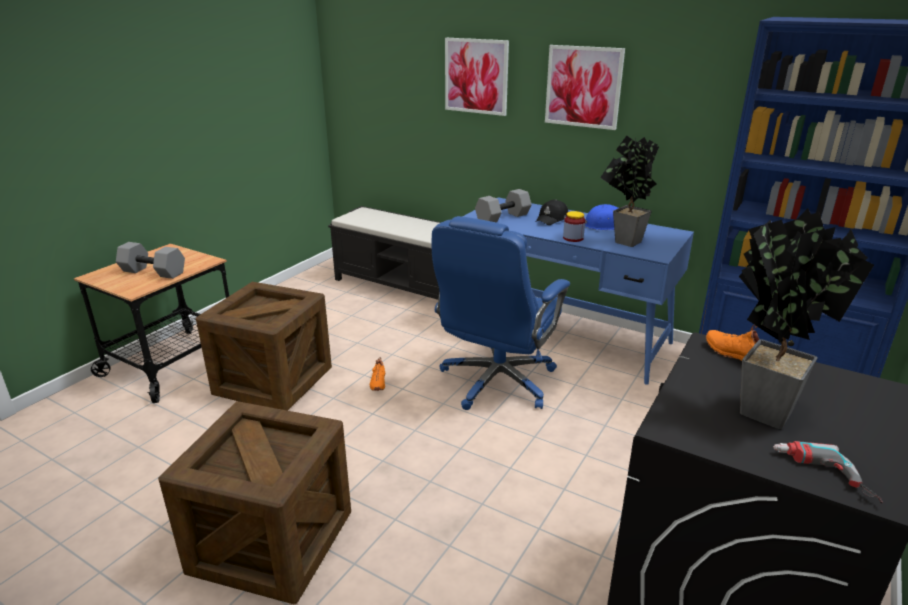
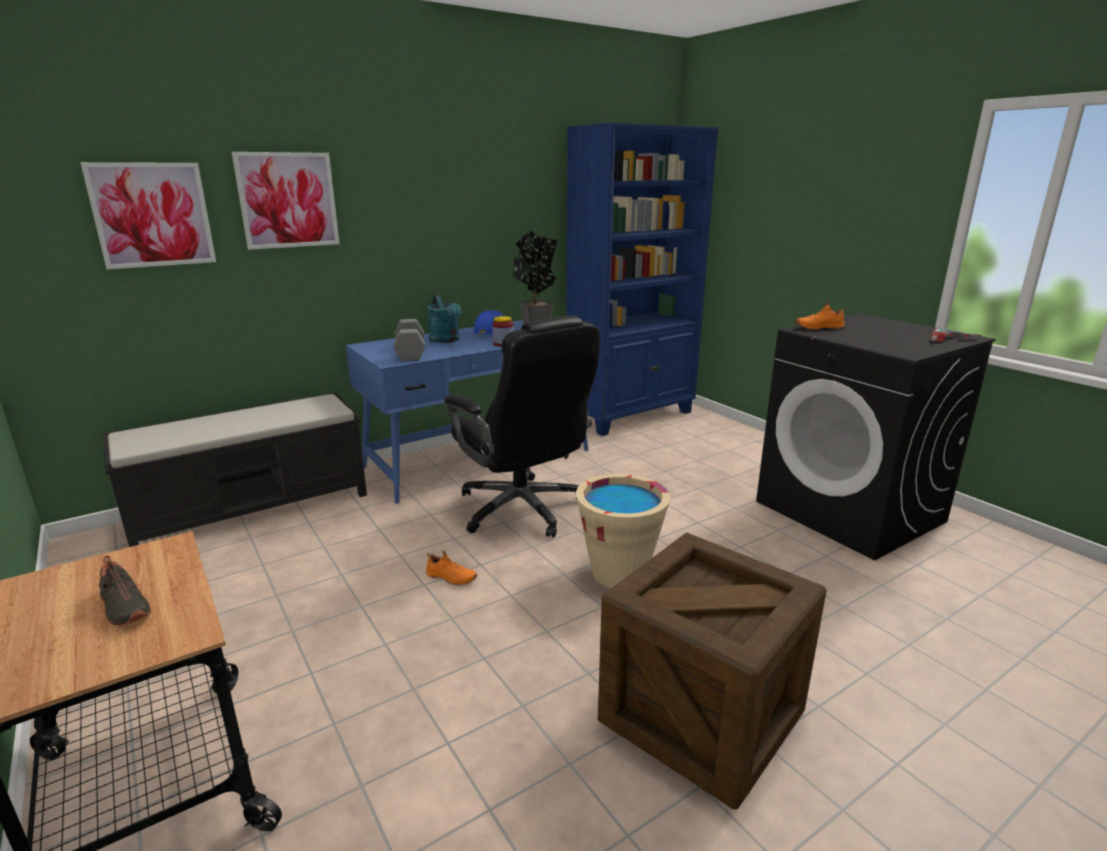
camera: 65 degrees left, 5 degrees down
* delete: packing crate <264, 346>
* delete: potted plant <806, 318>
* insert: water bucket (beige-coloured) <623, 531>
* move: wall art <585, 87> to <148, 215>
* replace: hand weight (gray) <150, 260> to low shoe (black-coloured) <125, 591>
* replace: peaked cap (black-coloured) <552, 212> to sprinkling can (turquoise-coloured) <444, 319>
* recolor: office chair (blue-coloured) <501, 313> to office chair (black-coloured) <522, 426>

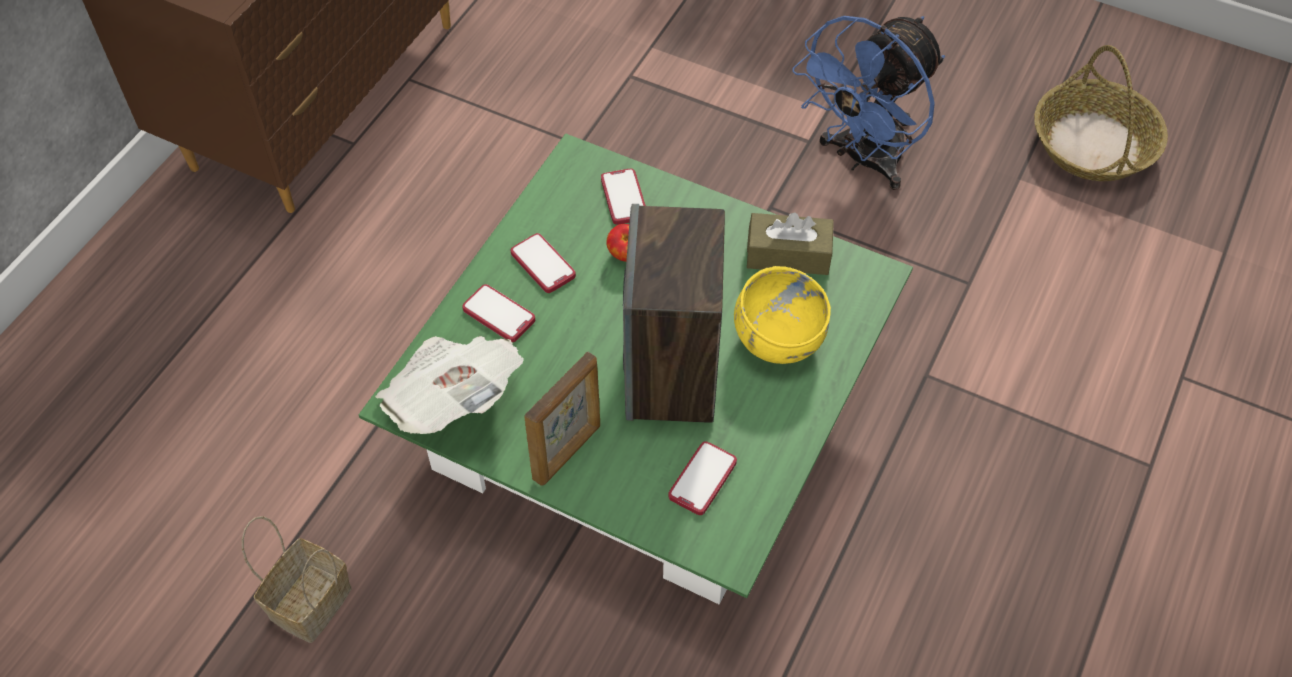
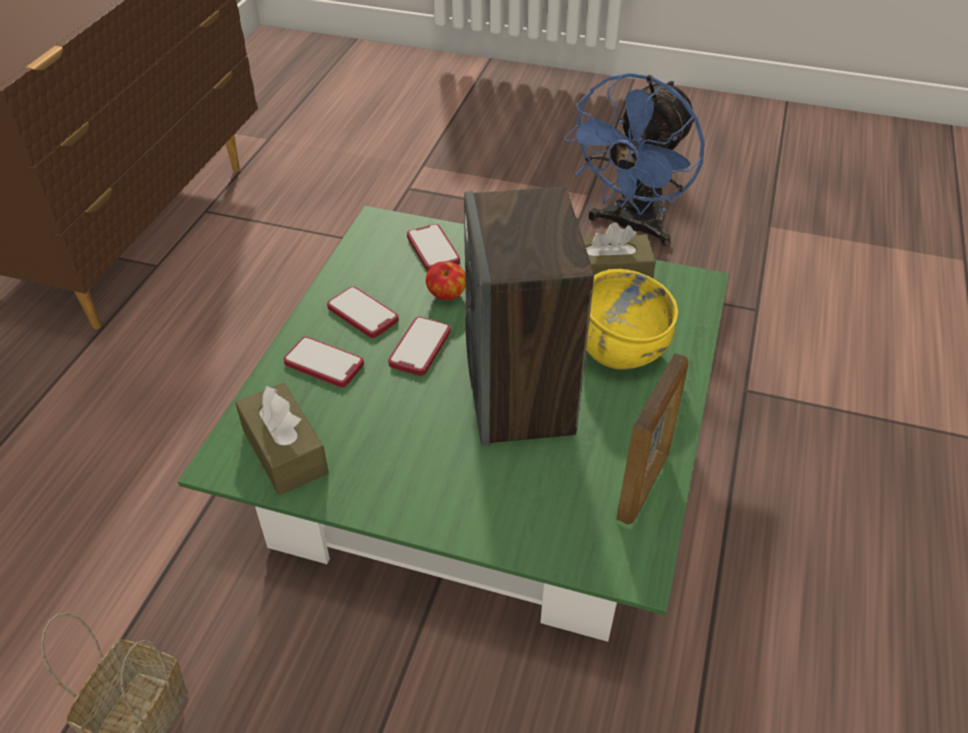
camera: 10 degrees left, 10 degrees down
* delete: basket <1101, 113>
* move: standing frame <562, 419> to <652, 438>
* move: telephone <702, 478> to <419, 346>
* replace: printed paper <449, 385> to tissue holder (brownish) <282, 439>

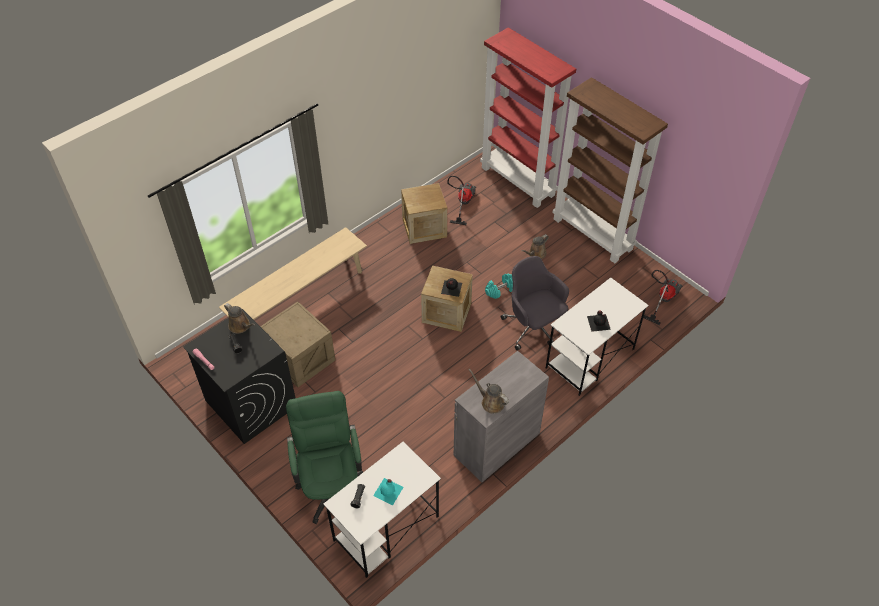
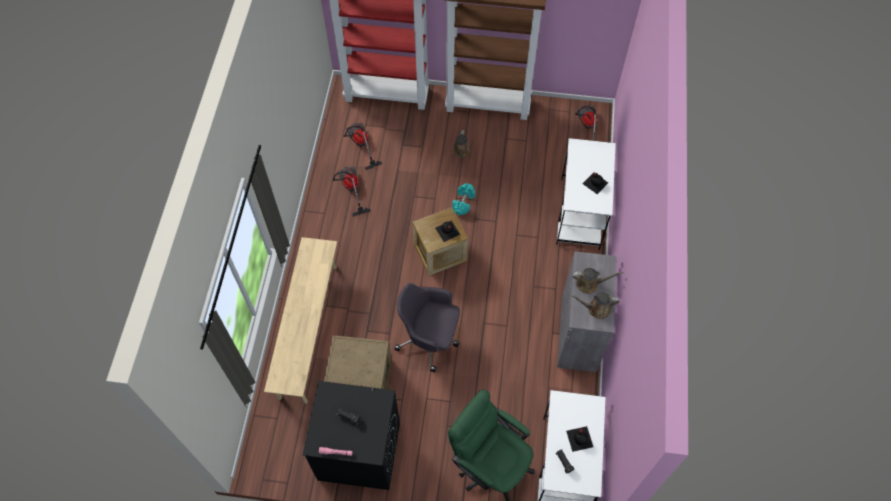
camera: 40 degrees left, 10 degrees up
* move: sprinkling can (brownish) <239, 318> to <598, 281>
* move: office chair (gray) <535, 303> to <427, 327>
* replace: packing crate <424, 213> to vacuum <351, 191>
* recolor: drink bottle (turquoise-coloured) <388, 491> to drink bottle (black-coloured) <579, 439>

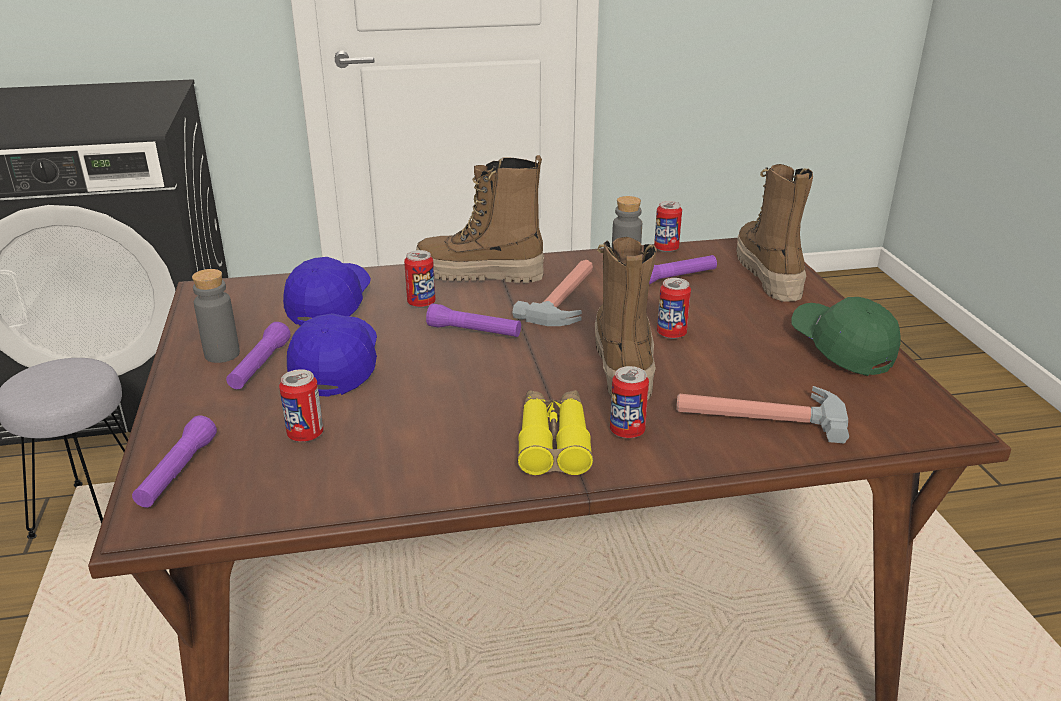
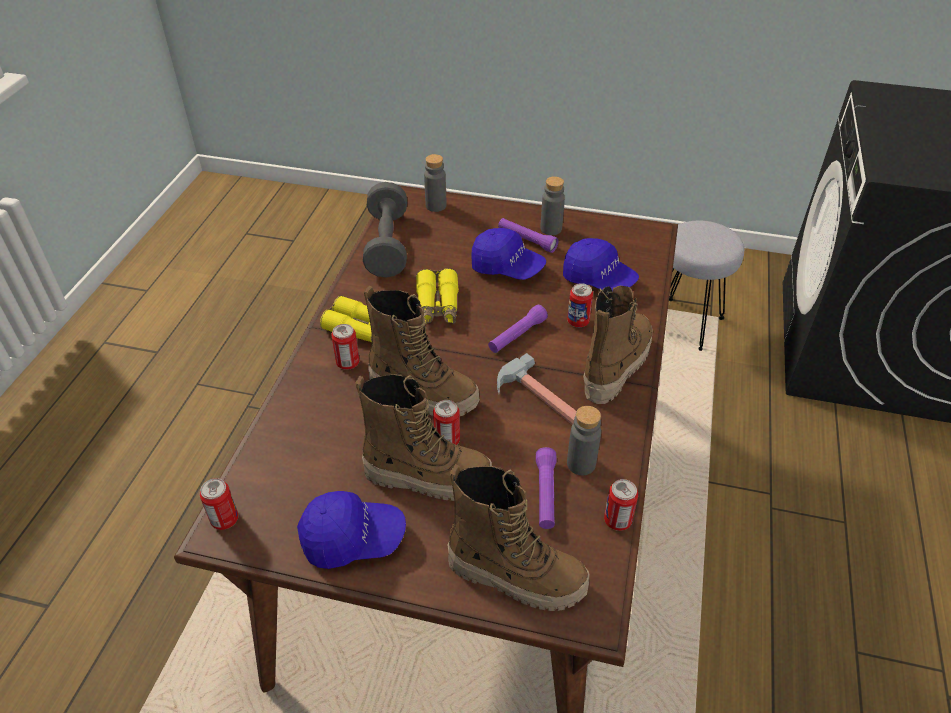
camera: 115 degrees right, 15 degrees up
* delete: hammer <762, 415>
* insert: tall boot <424, 437>
* insert: hand weight (gray) <385, 230>
* insert: pair of binoculars (yellow-coloured) <437, 296>
* move: metal can <301, 405> to <219, 504>
* replace: torch (purple) <174, 461> to drink bottle (gray) <435, 183>
* recolor: peaked cap (greenish) <846, 336> to peaked cap (blue-coloured) <351, 530>

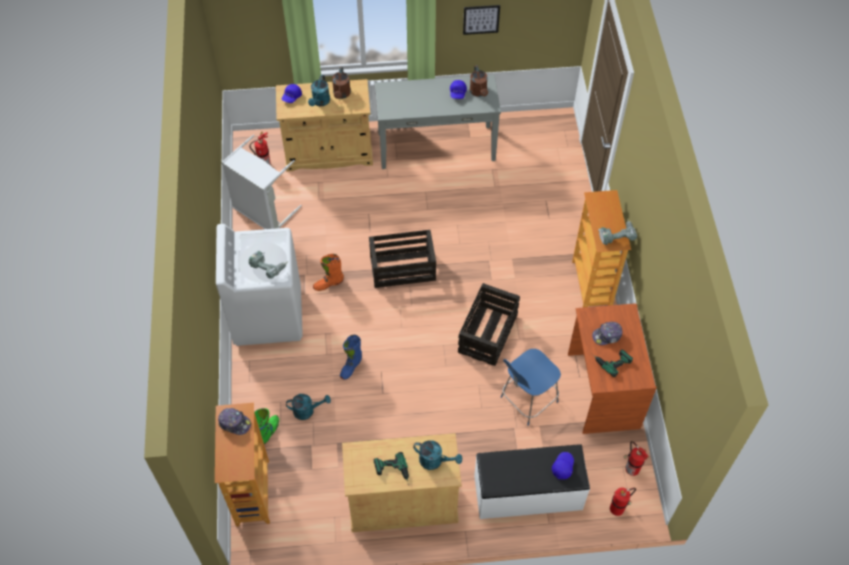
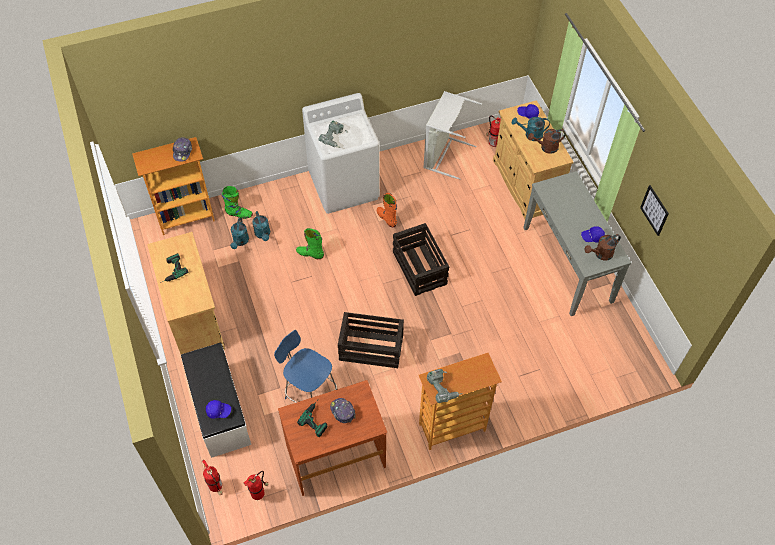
camera: 75 degrees right, 0 degrees up
* move: sprinkling can (turquoise-coloured) <437, 455> to <239, 233>
* recolor: tall boot (blue-coloured) <351, 357> to tall boot (greenish) <310, 243>

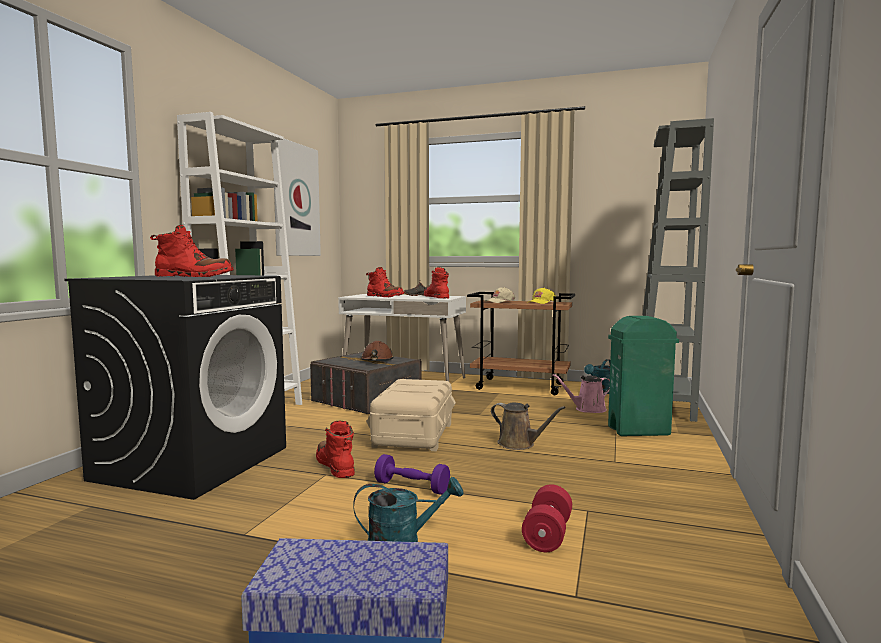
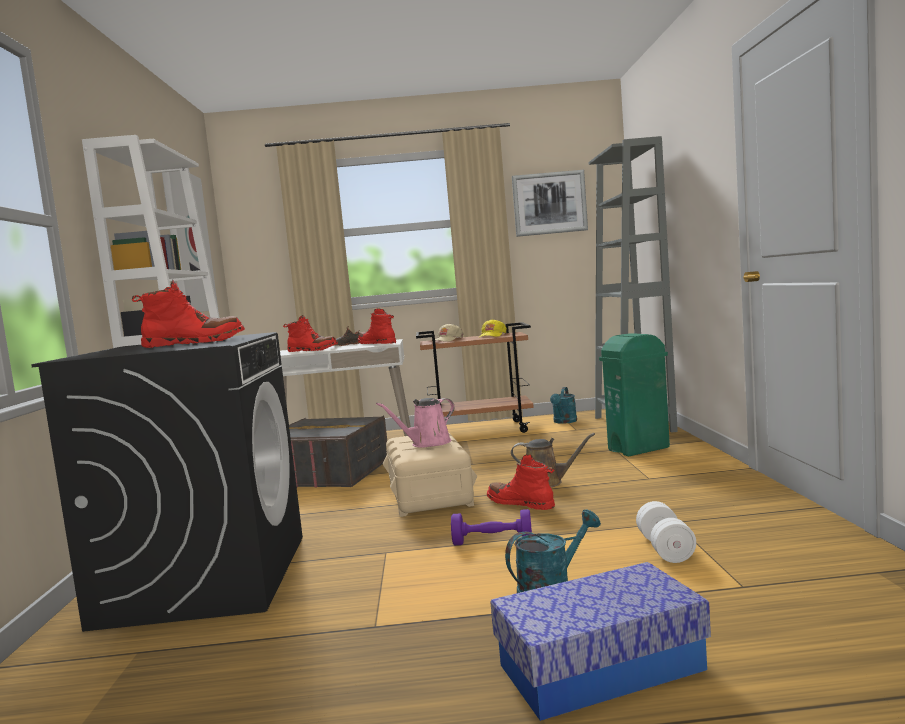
camera: 20 degrees left, 0 degrees up
* delete: safety helmet (brownish) <377, 350>
* insert: wall art <550, 203>
* move: tall boot (red-coloured) <335, 449> to <521, 482>
* move: sprinkling can (pink-coloured) <581, 393> to <415, 423>
* recolor: hand weight (red-coloured) <547, 518> to hand weight (whitish) <666, 532>

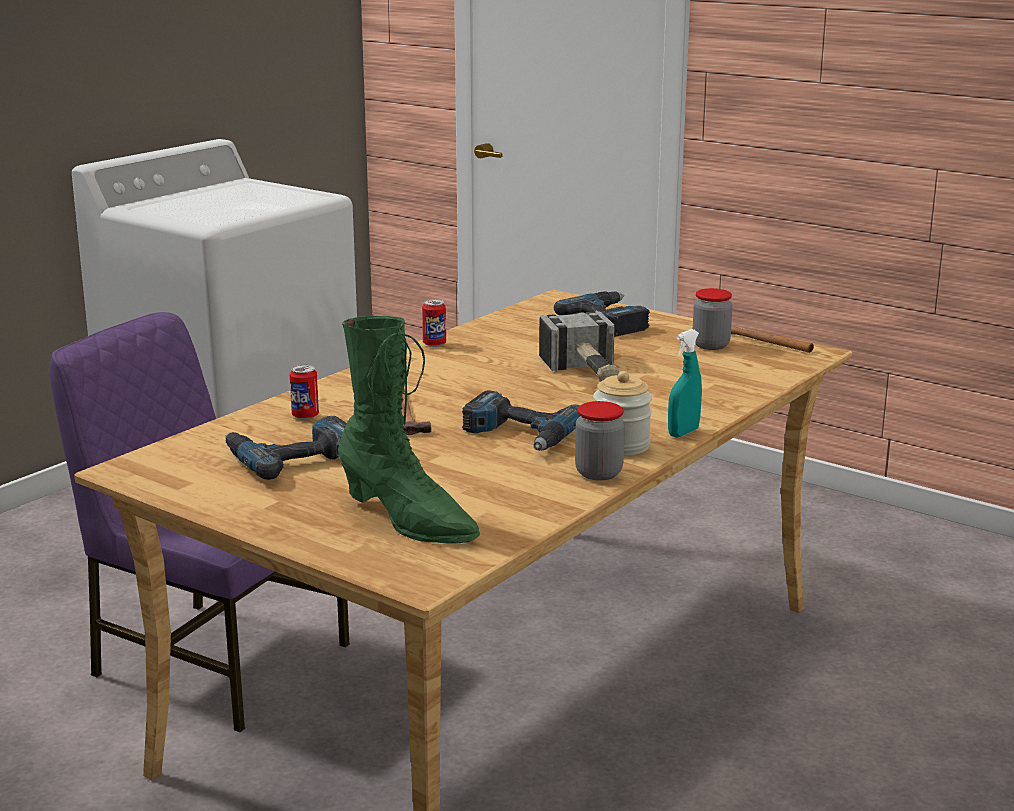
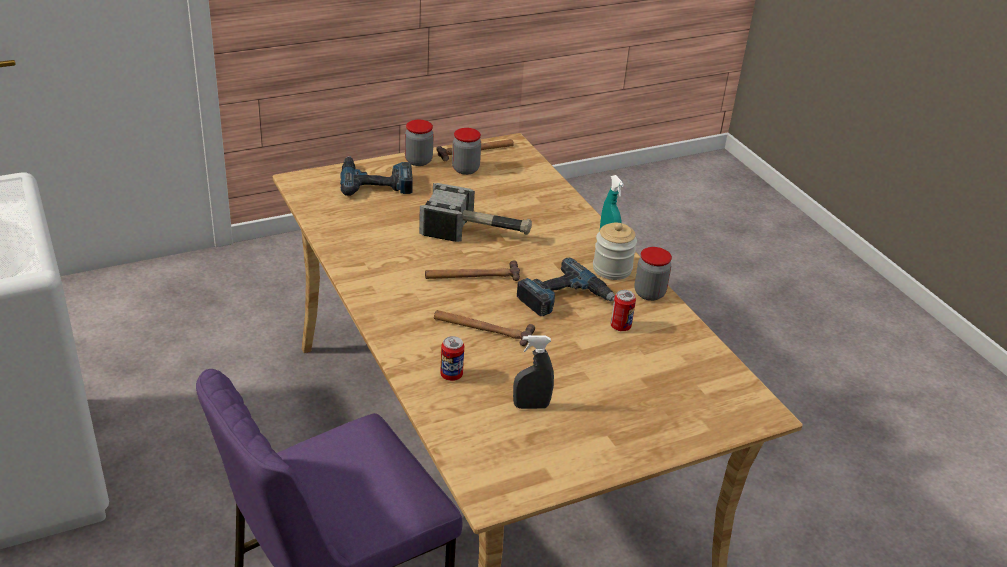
camera: 65 degrees left, 15 degrees up
* delete: tall boot (greenish) <409, 430>
* insert: preserve jar <419, 143>
* insert: hammer <472, 270>
* move: metal can <434, 323> to <623, 310>
* replace: drill <286, 448> to sprayer (gray) <533, 372>

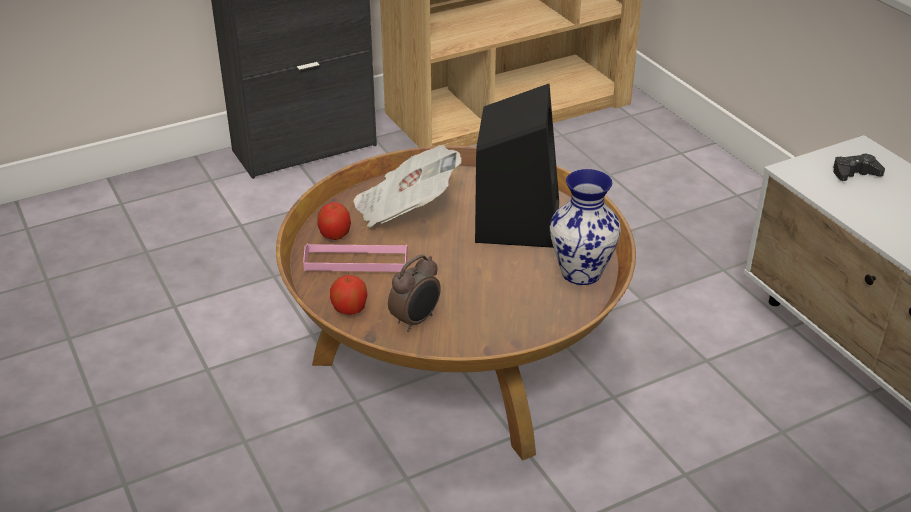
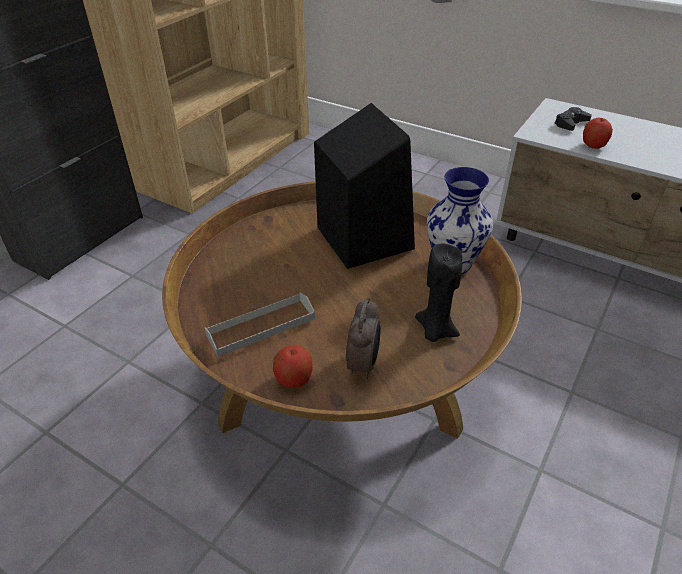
camera: 30 degrees left, 5 degrees up
* delete: printed paper <407, 186>
* insert: wax light (black-coloured) <438, 292>
* move: whole apple <334, 221> to <598, 133>
* recolor: carrying tray (pink-coloured) <355, 257> to carrying tray (gray) <260, 325>

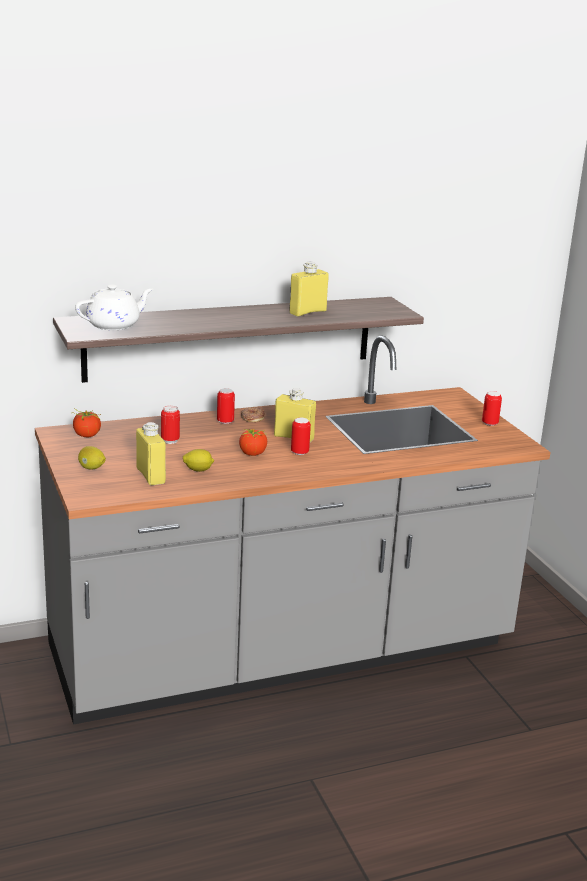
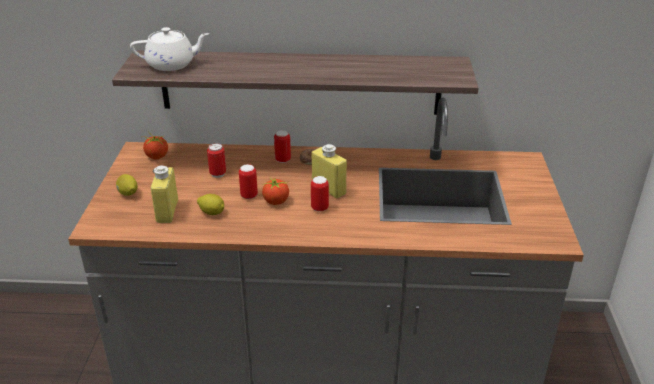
camera: 25 degrees right, 10 degrees up
* delete: drink bottle (yellow-coloured) <309, 289>
* move: metal can <492, 408> to <248, 181>

